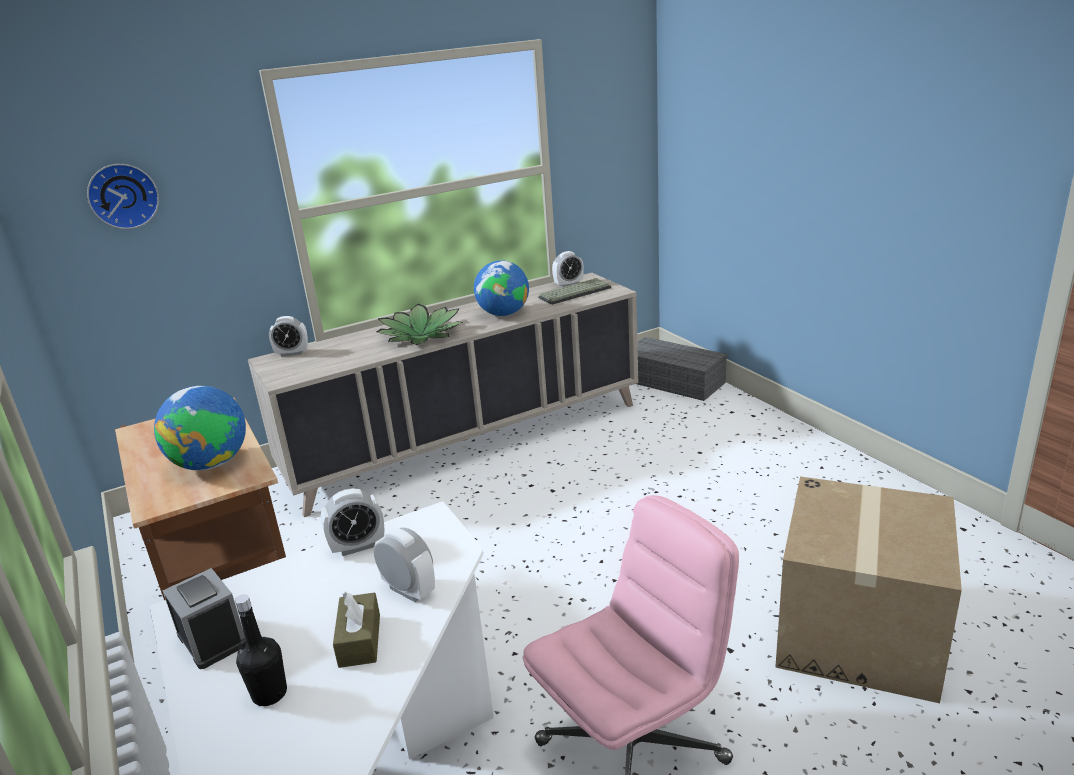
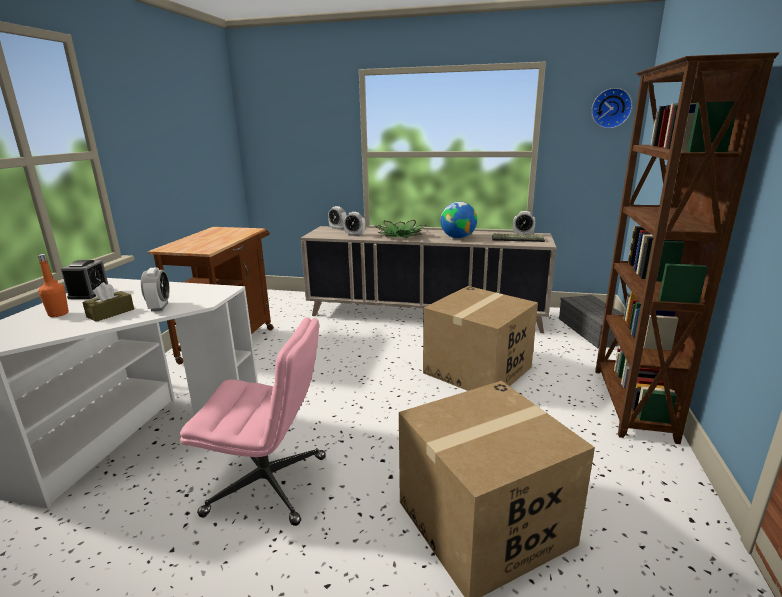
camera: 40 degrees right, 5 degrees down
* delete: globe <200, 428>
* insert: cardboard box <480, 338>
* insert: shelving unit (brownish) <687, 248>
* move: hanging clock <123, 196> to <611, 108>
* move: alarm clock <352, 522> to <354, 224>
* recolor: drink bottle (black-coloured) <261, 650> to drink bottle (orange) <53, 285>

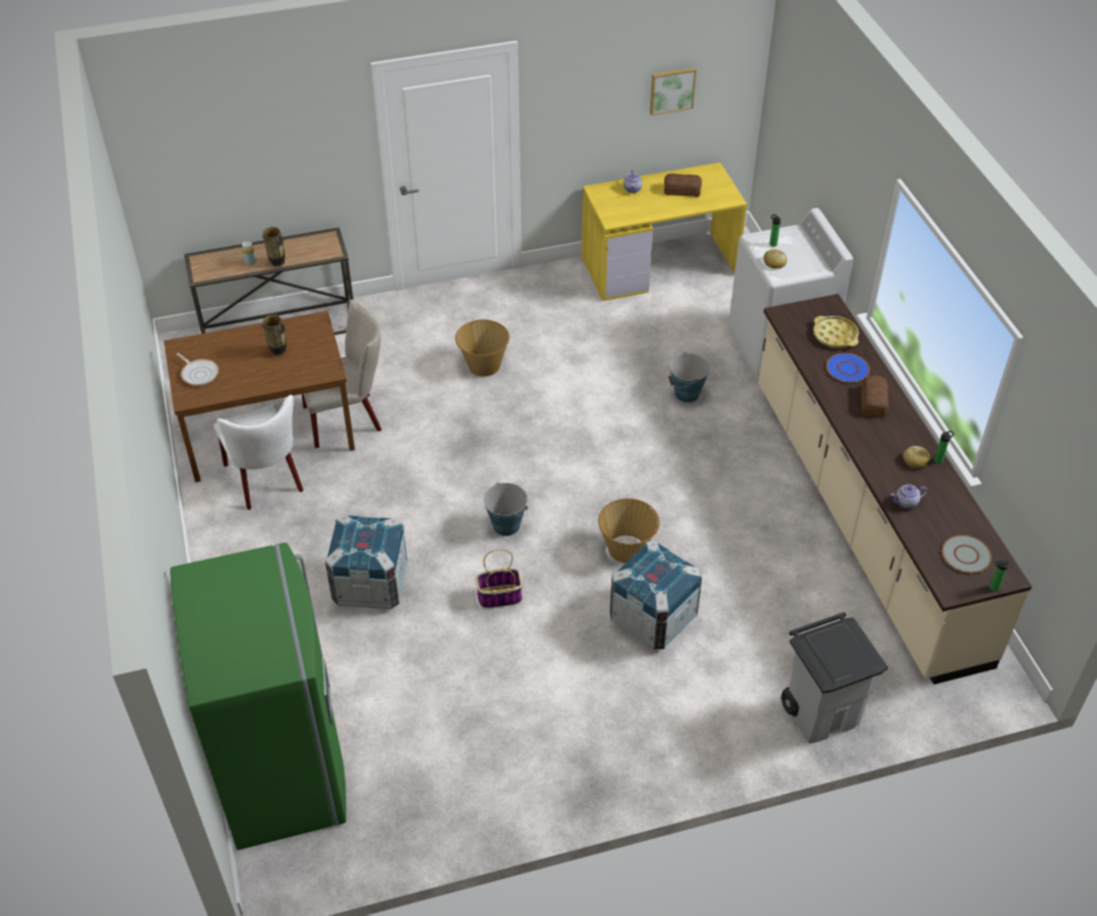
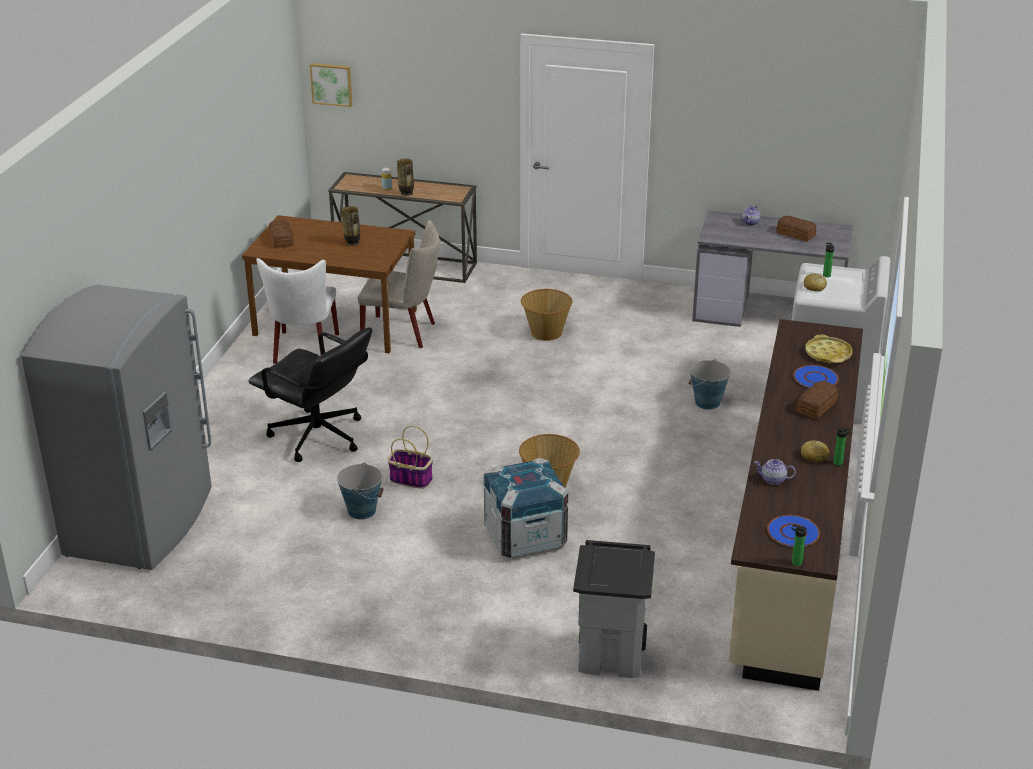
camera: 30 degrees right, 15 degrees down
* move: water bucket <506, 509> to <360, 491>
* move: wall art <673, 91> to <331, 85>
* replace: pan <197, 369> to bakery bread <281, 233>
* replace: packing crate <366, 561> to office chair (black-coloured) <310, 395>
* recolor: kitchen fridge (greenish) <258, 696> to kitchen fridge (gray) <117, 427>
* recolor: desk (yellow-coloured) <664, 231> to desk (gray) <772, 269>
* recolor: flat dish (gray) <967, 554> to flat dish (blue-coloured) <793, 531>

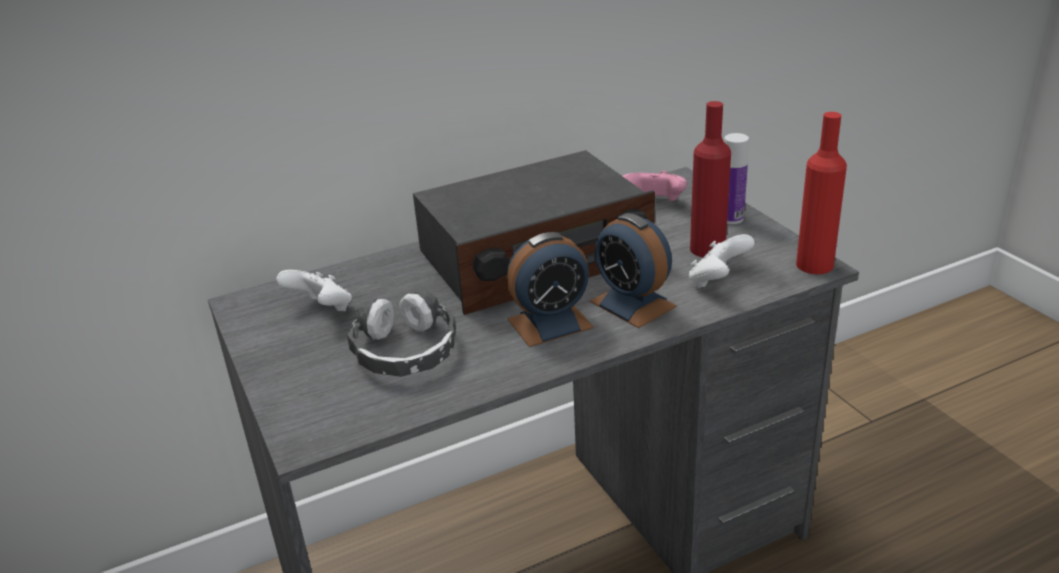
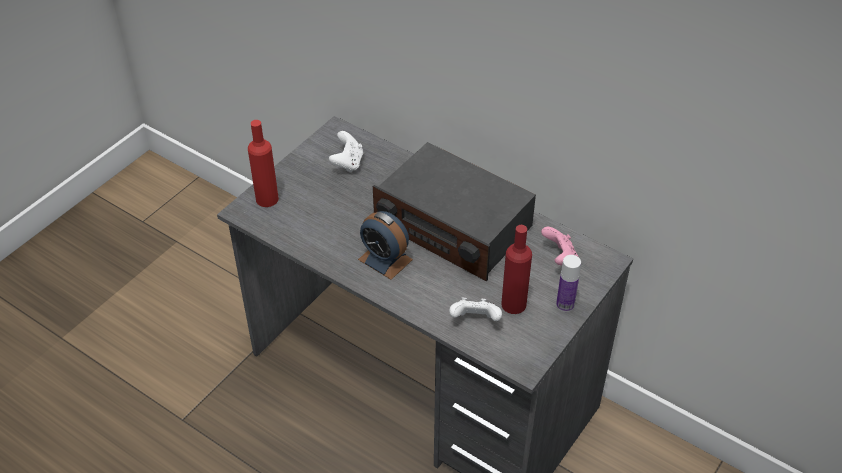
camera: 60 degrees right, 15 degrees up
* delete: headset <401, 333>
* delete: alarm clock <633, 270>
* move: drink bottle (red-coloured) <821, 193> to <263, 163>

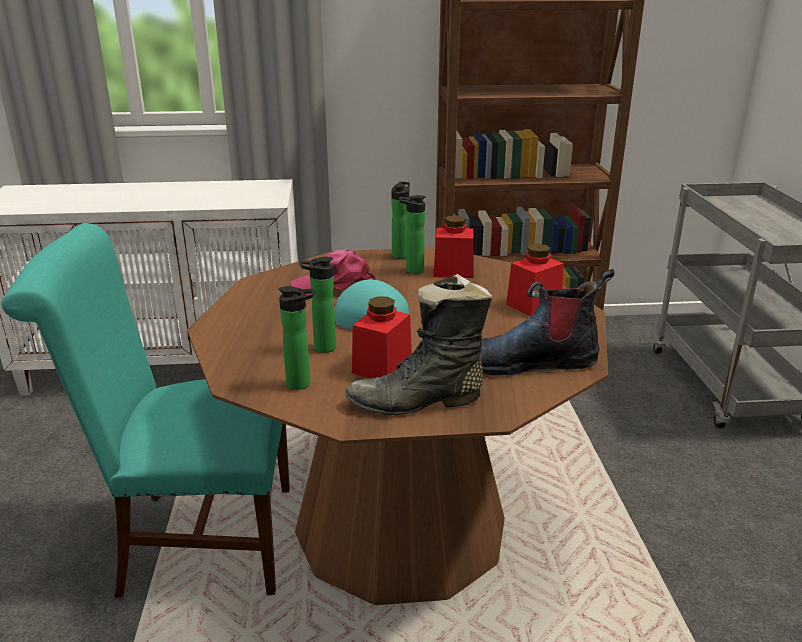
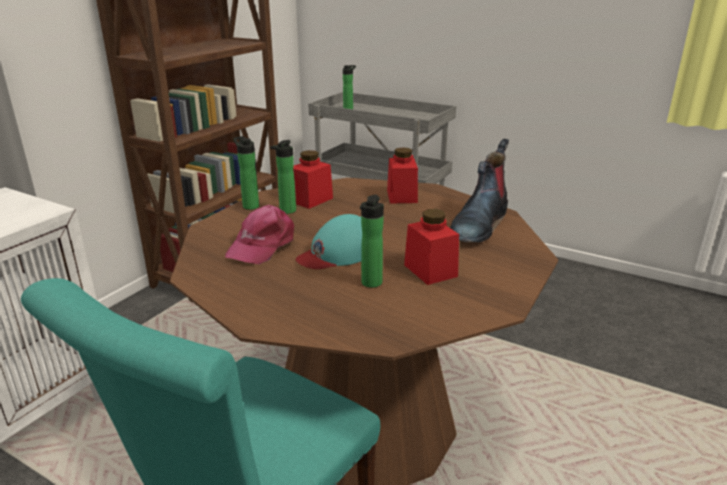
camera: 55 degrees left, 0 degrees up
* delete: tall boot (black-coloured) <418, 344>
* move: drink bottle <297, 338> to <349, 87>

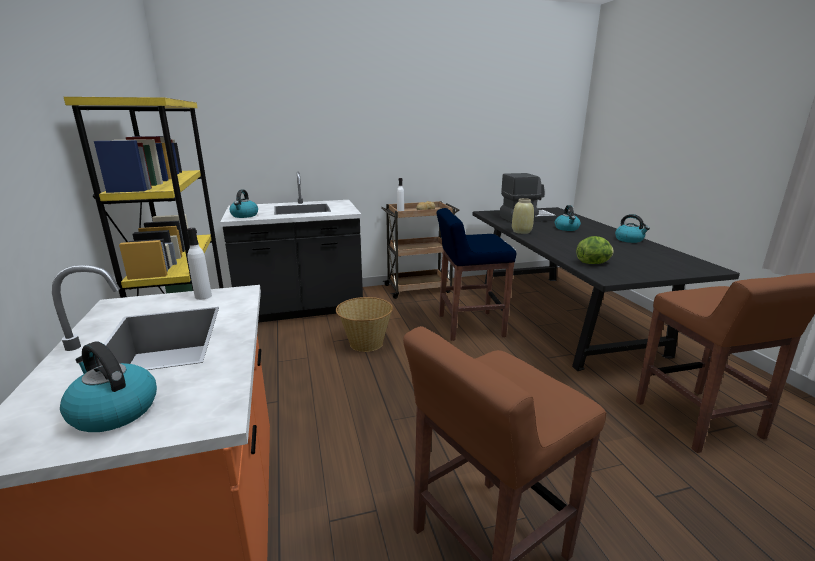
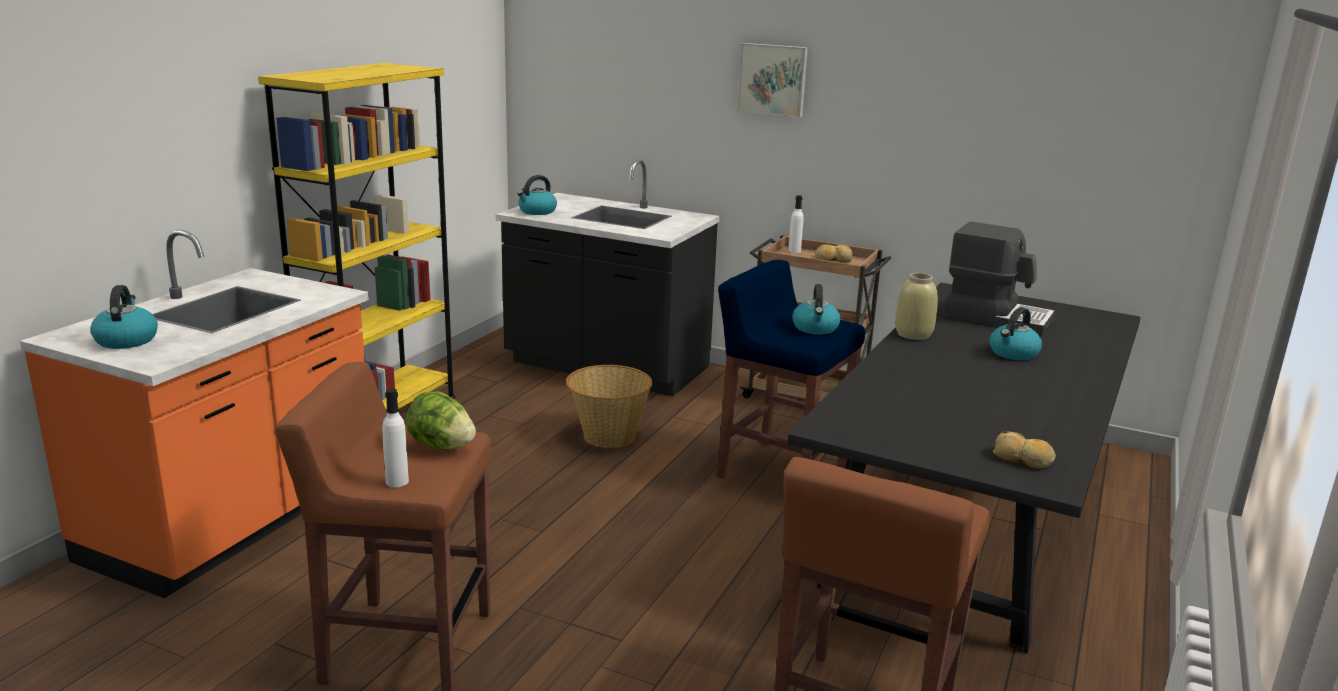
camera: 40 degrees right, 0 degrees up
* insert: wall art <772, 80>
* insert: bakery bread <1024, 450>
* move: drink bottle (whitish) <199, 264> to <395, 437>
* move: lettuce head <595, 250> to <441, 420>
* move: kettle <632, 228> to <816, 309>

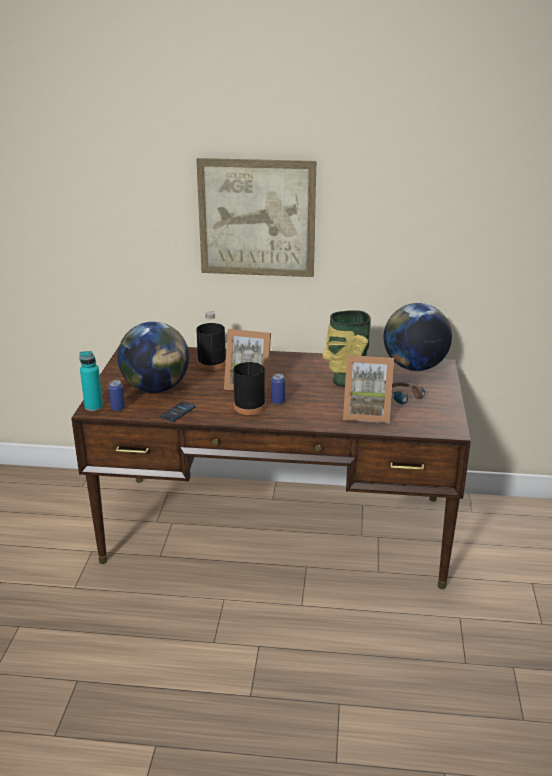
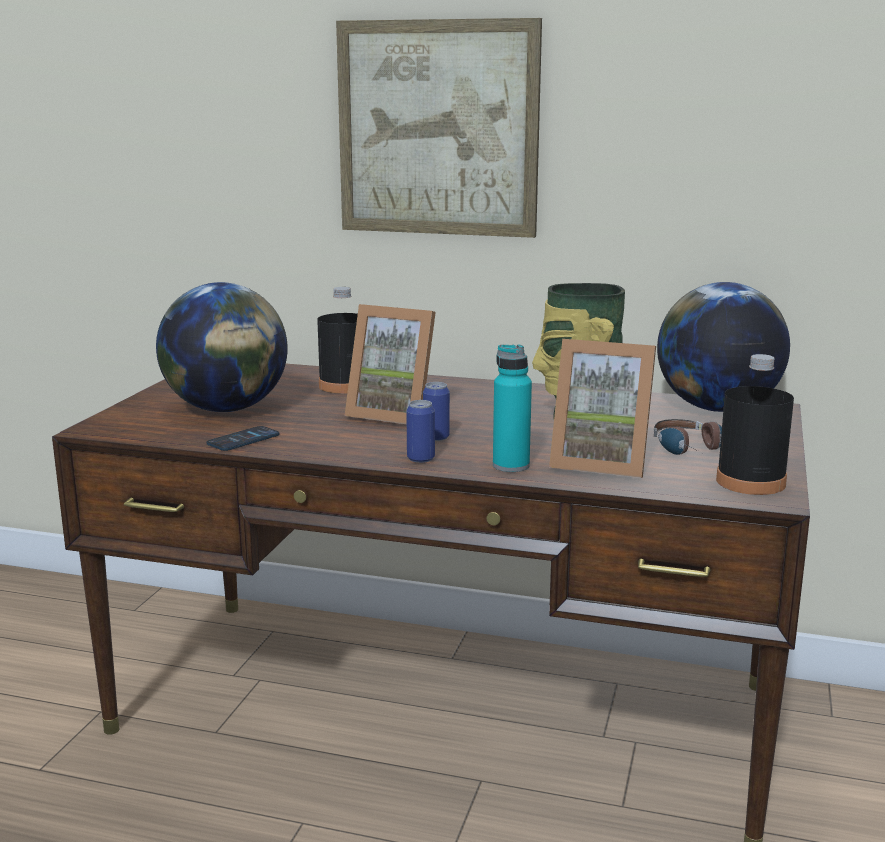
camera: 10 degrees right, 10 degrees down
* move: drink bottle (turquoise-coloured) <91, 381> to <512, 408>
* move: metal can <116, 395> to <420, 431>
* move: drink bottle (black-coloured) <249, 382> to <755, 424>

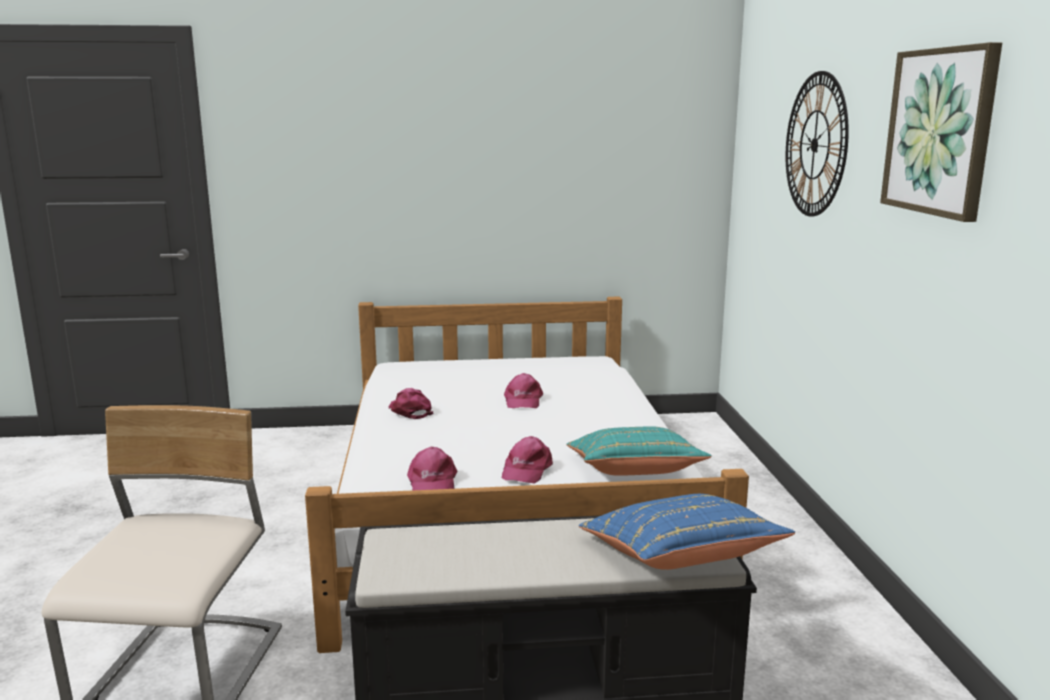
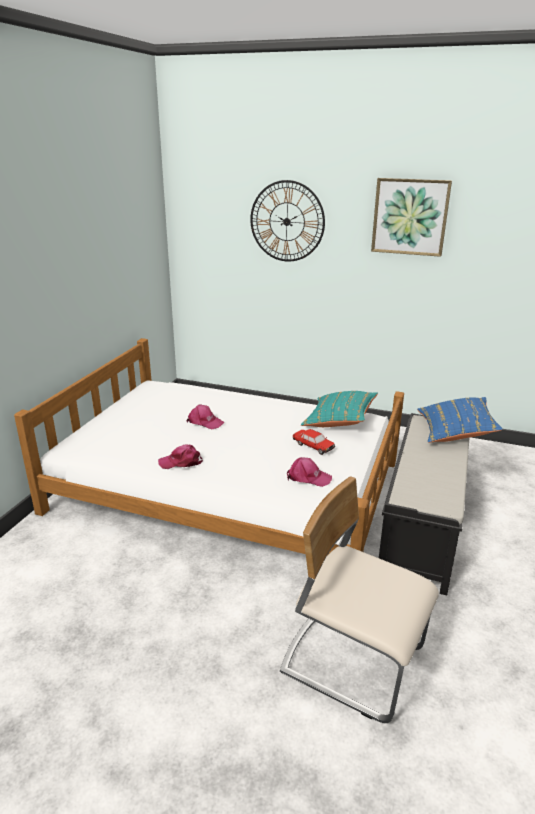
camera: 65 degrees left, 10 degrees up
* replace: peaked cap (pink-coloured) <527, 460> to model car <314, 442>

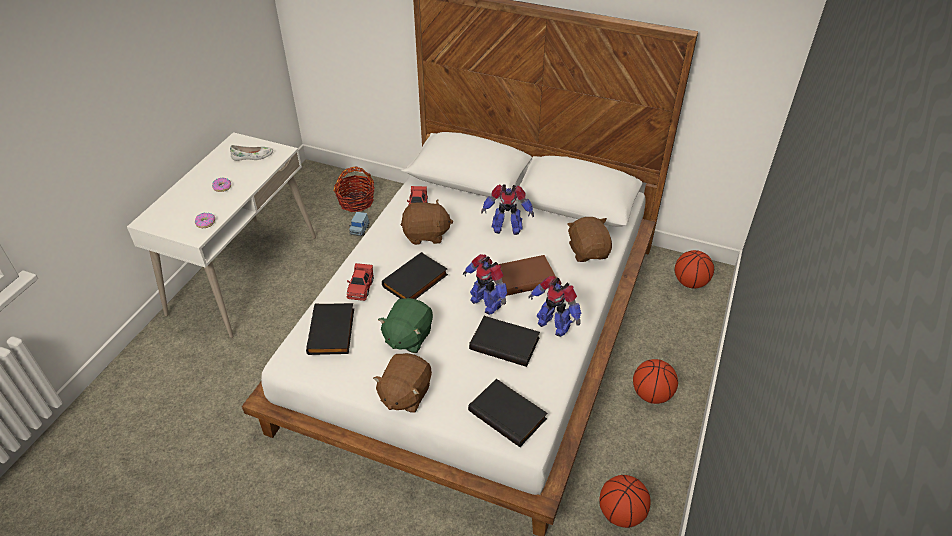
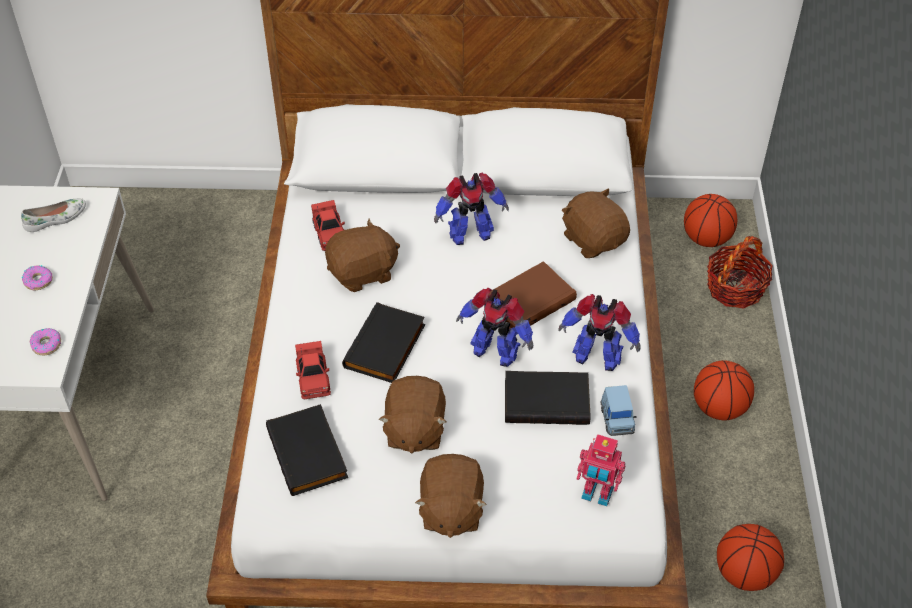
camera: 20 degrees left, 5 degrees up
* move: basket <353, 189> to <740, 272>
* move: model car (blue-coloured) <359, 224> to <618, 410>
* replace: bound book (black-coloured) <507, 413> to toy robot <601, 470>
* recolor: cuddly toy (greenish) <405, 325> to cuddly toy (brownish) <412, 414>

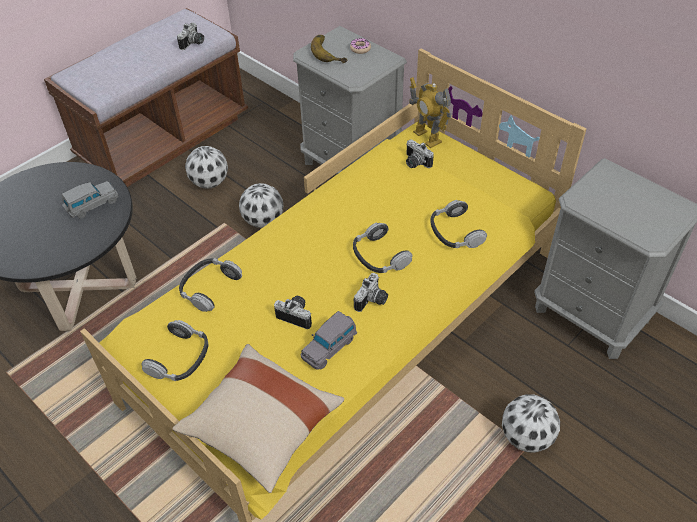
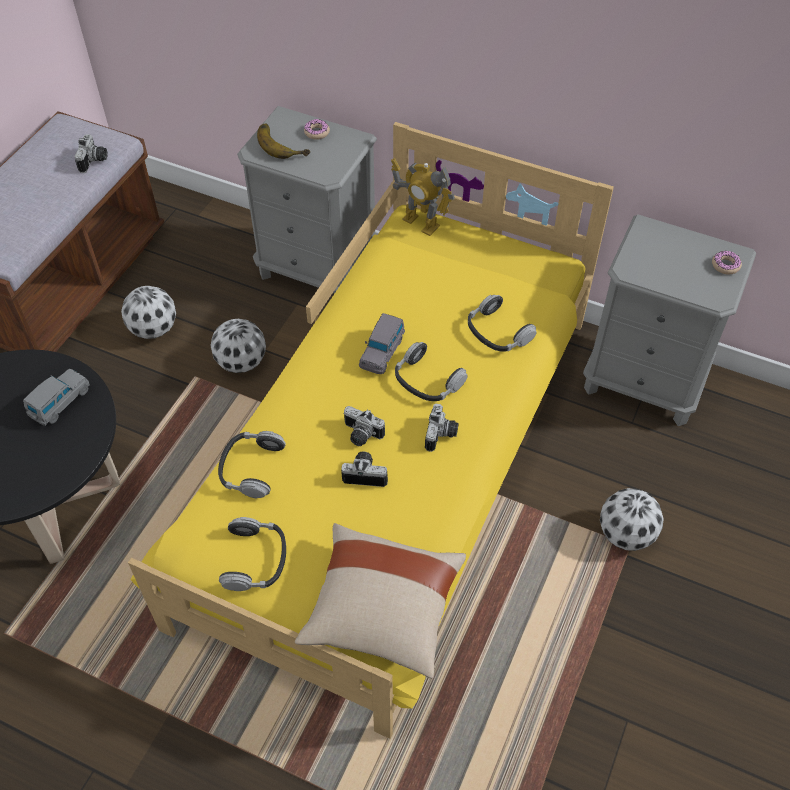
camera: 20 degrees left, 5 degrees up
* insert: donut <727, 262>
* move: model car (gray) <328, 340> to <382, 343>
* move: photo camera <420, 153> to <364, 426>

